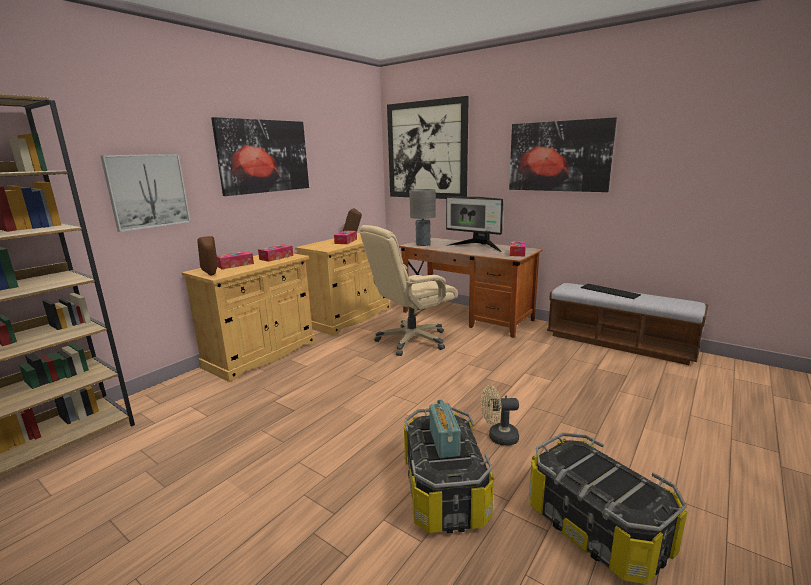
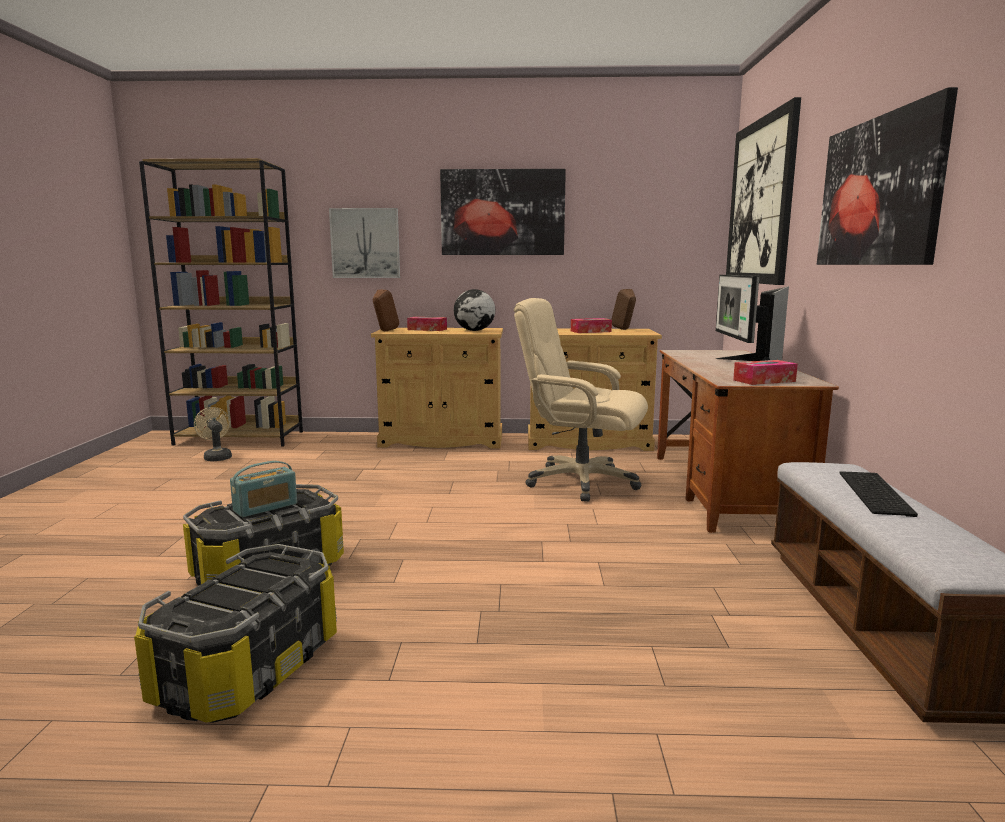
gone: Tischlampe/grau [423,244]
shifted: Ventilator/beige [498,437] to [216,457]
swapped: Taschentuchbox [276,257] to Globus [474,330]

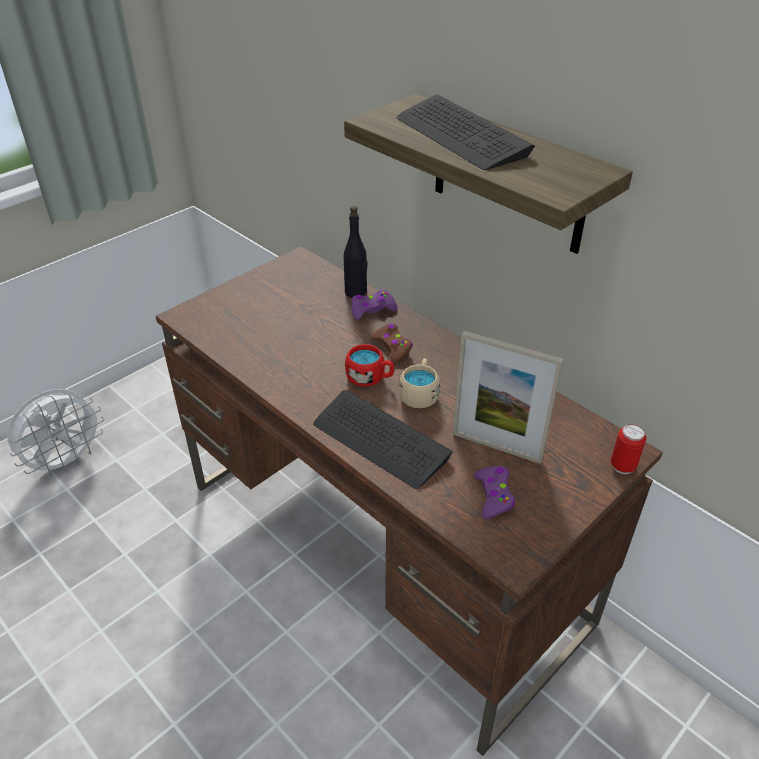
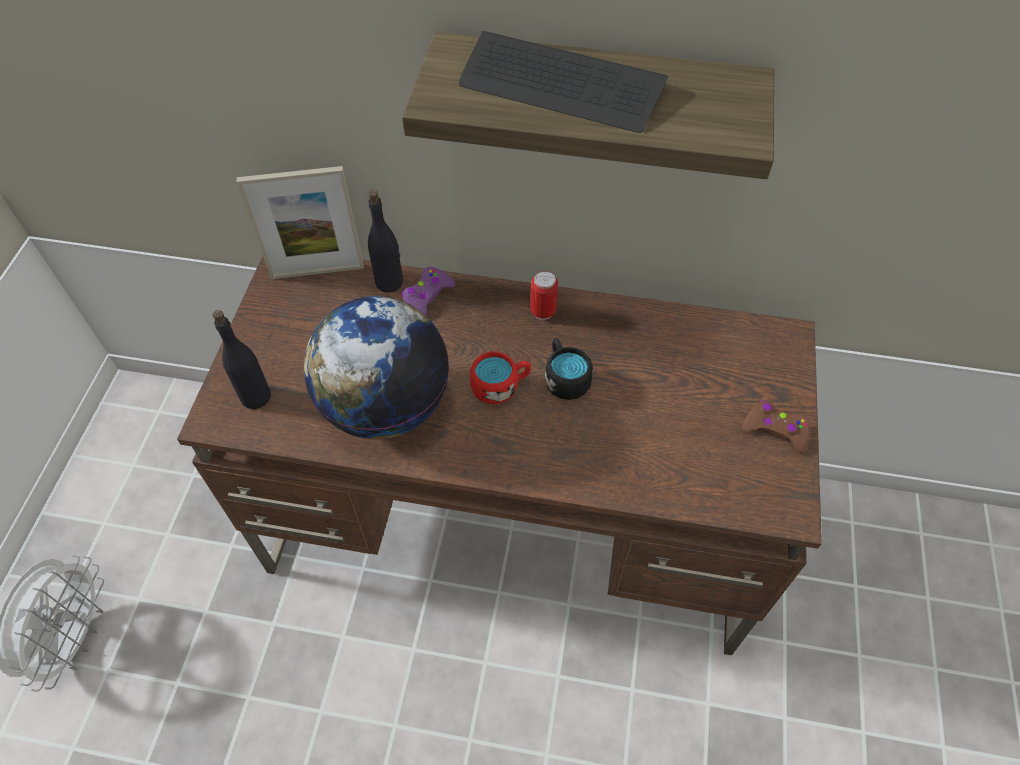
gone: Tastatur [380,440]; Gamepad/lila [493,496]
new: Globus [385,405]; Flasche/schwarz [256,396]
shifted: Gamepad/braun [392,347] to [775,430]; Bilderrahmen [496,446] to [317,271]; Dose [622,466] to [543,311]
repainted: Henkelbecher/beige [419,394] to Henkelbecher/schwarz [565,378]

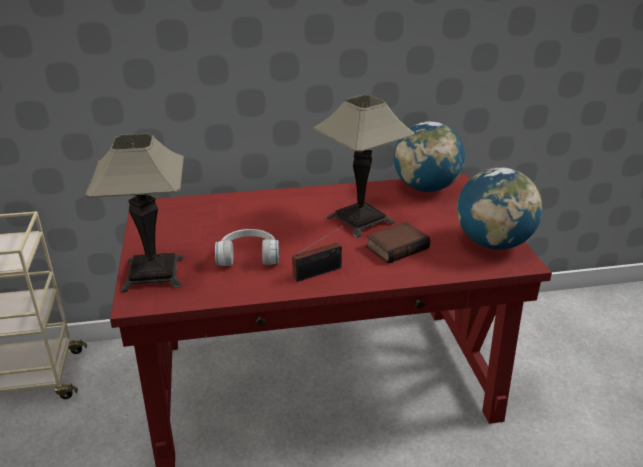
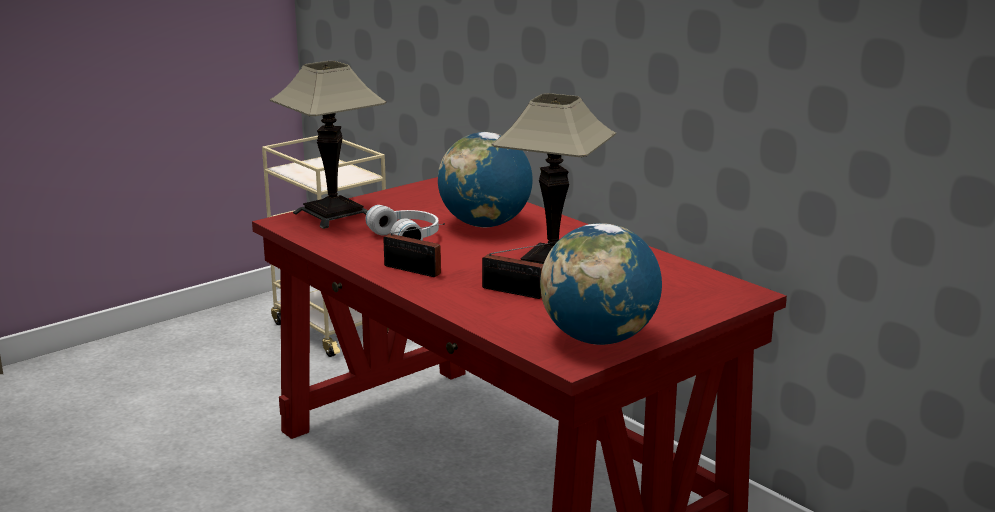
shifted: Globus [426,188] to [485,224]
swapped: Buch [396,246] to Radio [516,292]

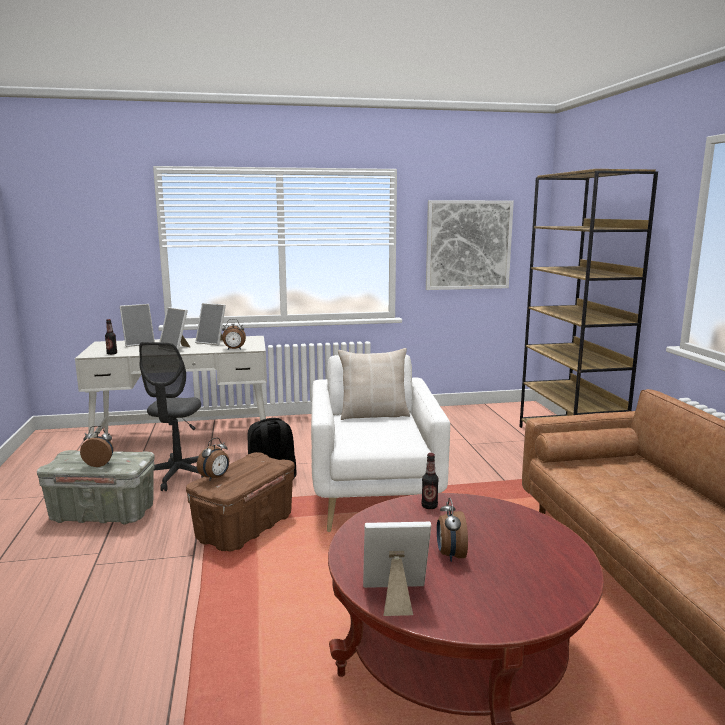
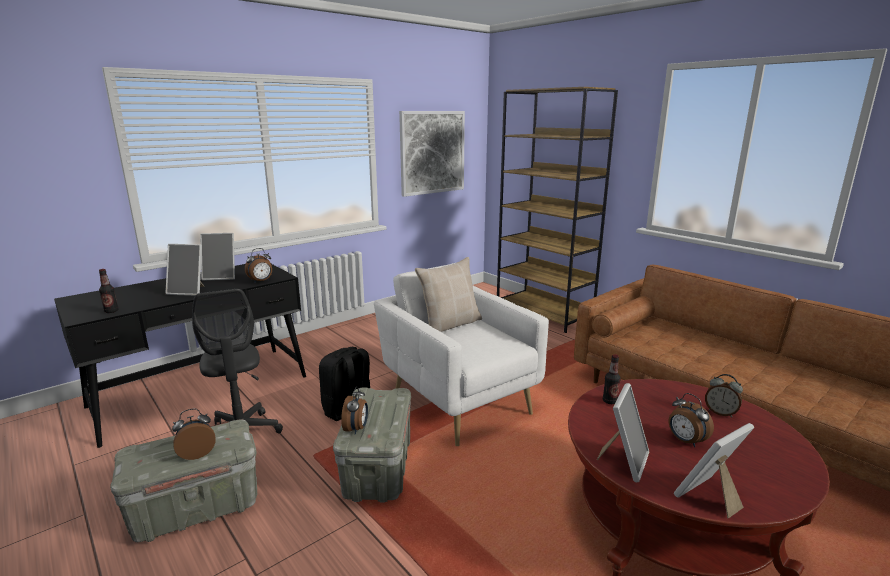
new: Wecker [720,412]
shifted: Bilderrahmen [139,343] to [623,461]
repainted: Schreibtisch/weiß [184,440] to Schreibtisch/schwarz [202,391]; Aufbewahrungsbox/braun [245,528] to Aufbewahrungsbox/grau [377,469]

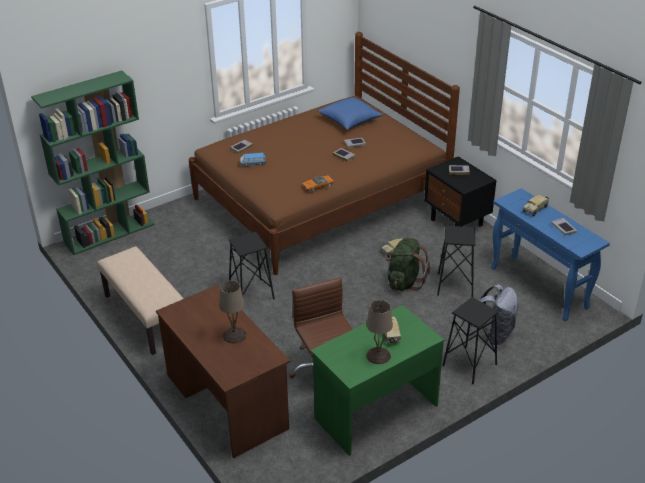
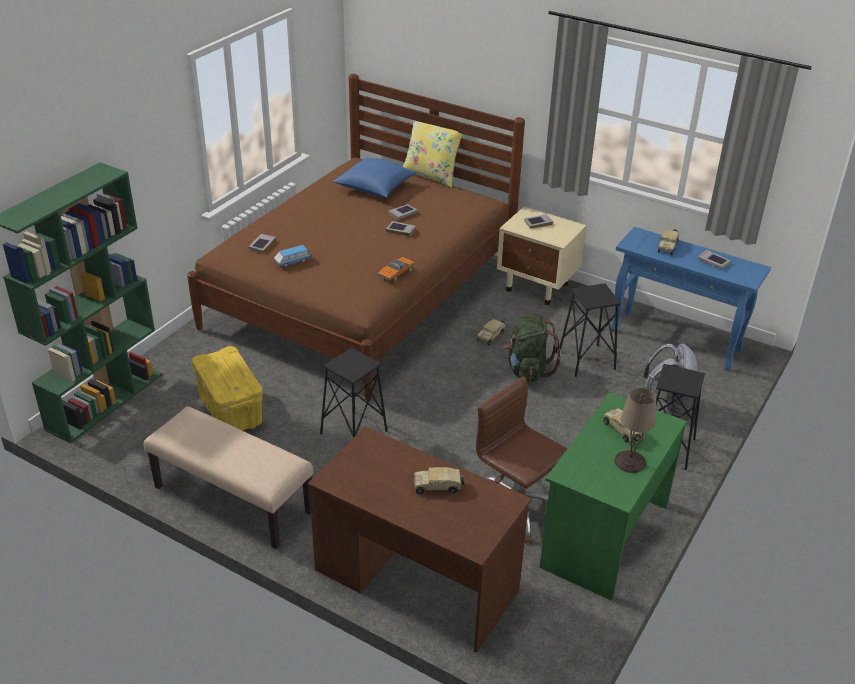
new: Kissen/gelb [432,175]; Aufbewahrungsbox/gelb [230,410]
swapped: Tischlampe/beige [234,335] to Spielzeuglaster [438,486]
repainted: Nachttisch/schwarz [457,222] to Nachttisch/beige [538,287]

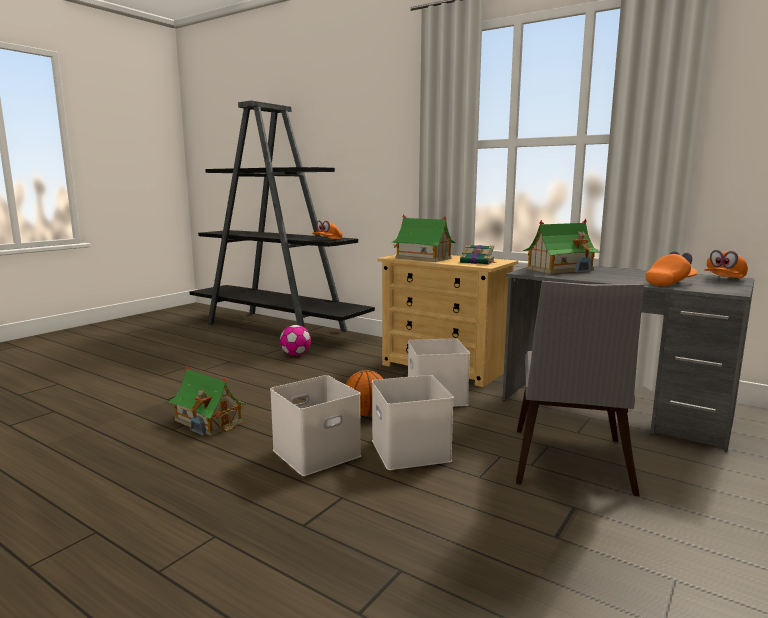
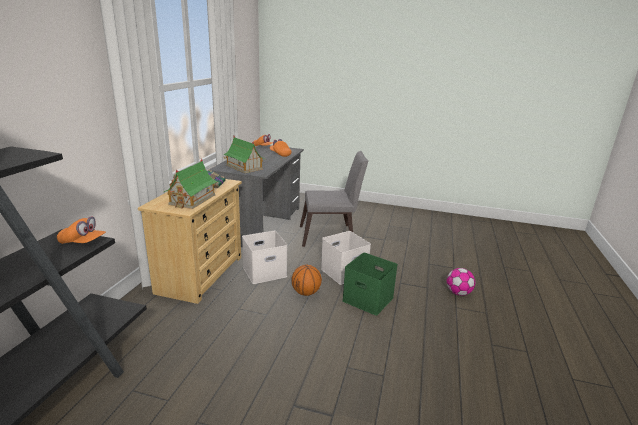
gone: Spielzeughaus [208,421]
shifted: Fußball [296,355] to [458,293]
repainted: Aufbewahrungsbox/weiß [317,452] to Aufbewahrungsbox/grün [366,299]

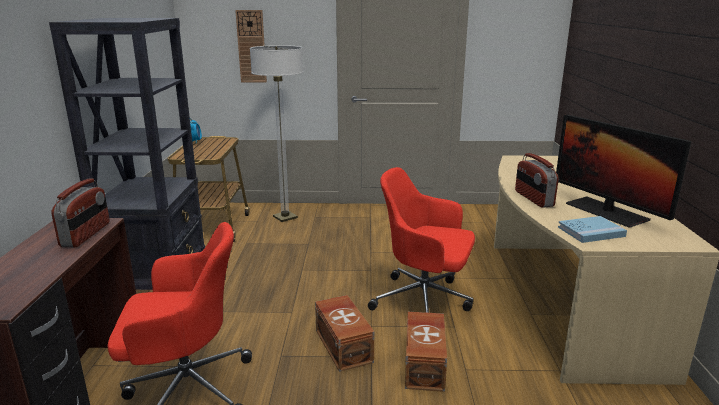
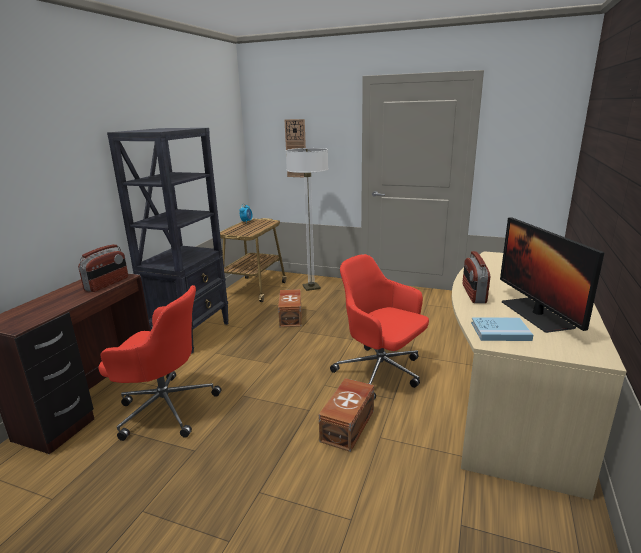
shifted: Aufbewahrungsbox/braun [344,345] to [291,316]

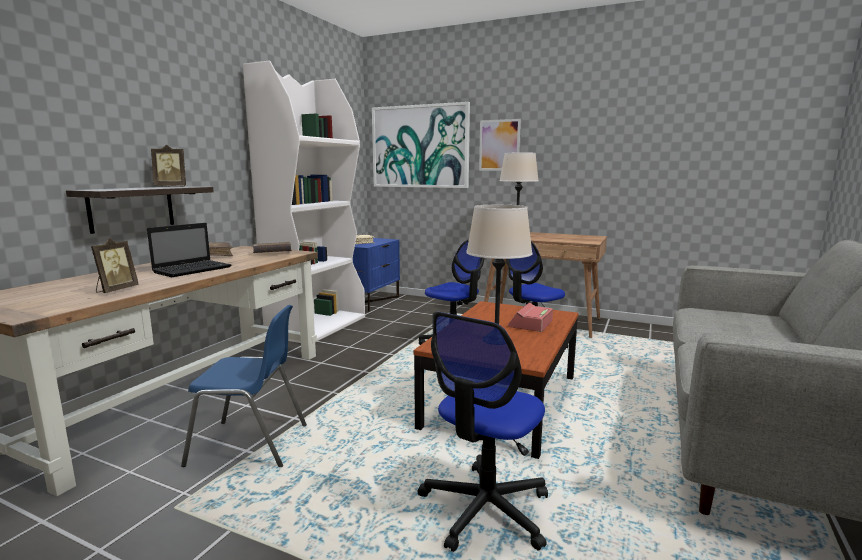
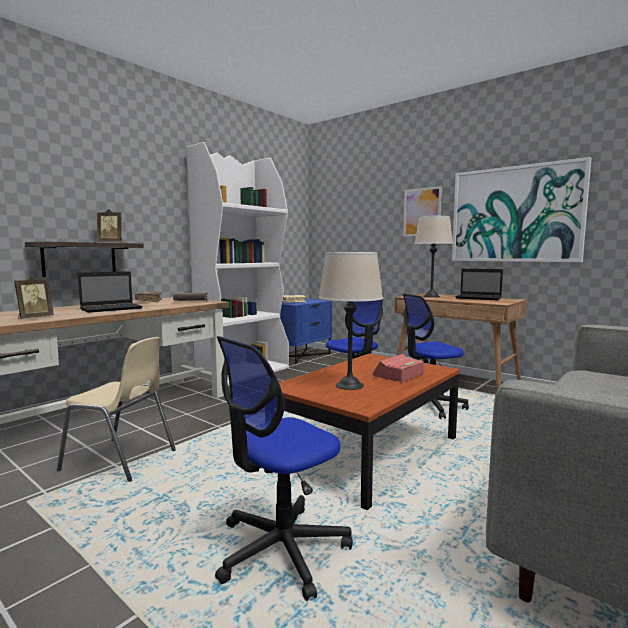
new: Laptop [479,298]
shifted: Bild [420,146] to [515,214]
repainted: Stuhl/blau [250,444] to Stuhl/beige [121,460]

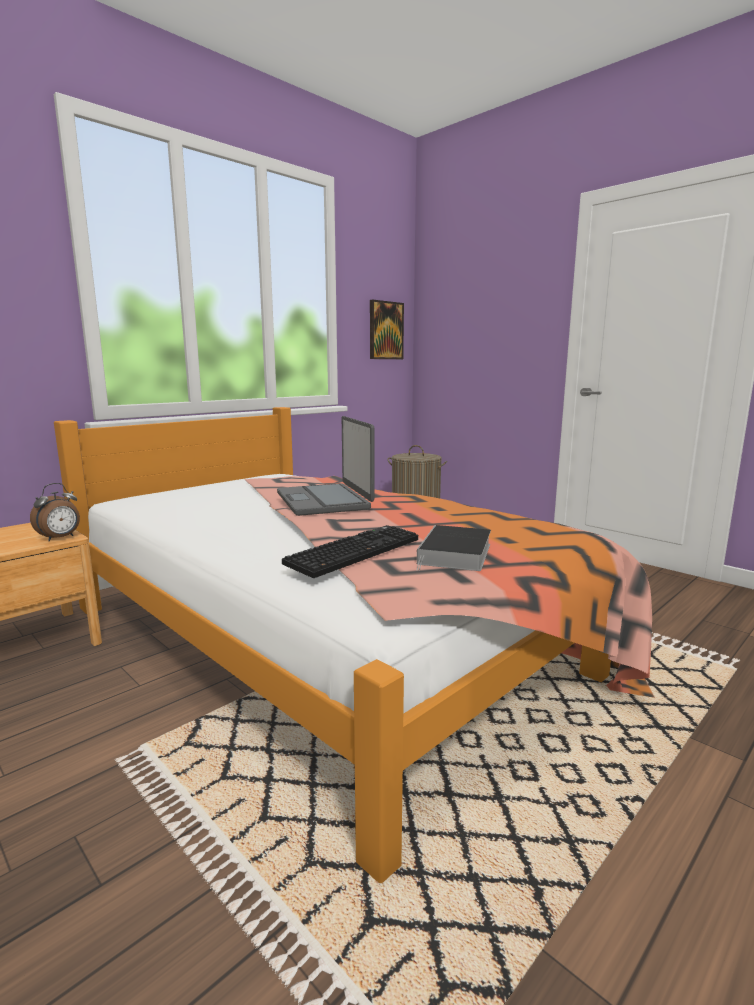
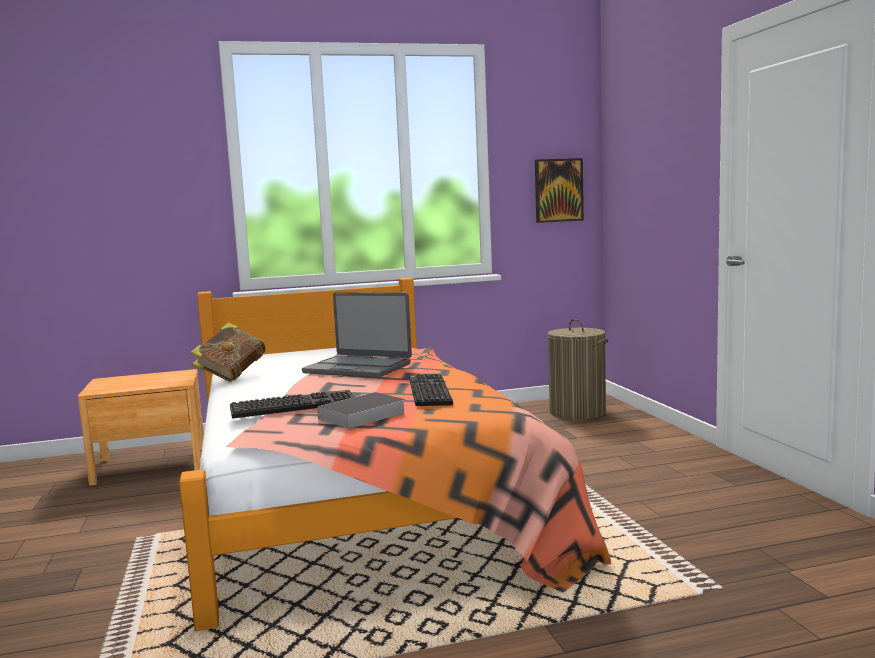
gone: Wecker [60,538]
new: Buch [231,376]; Tastatur [427,391]
rotated: Laptop [324,501] = [358,368] 75 degrees counterclockwise

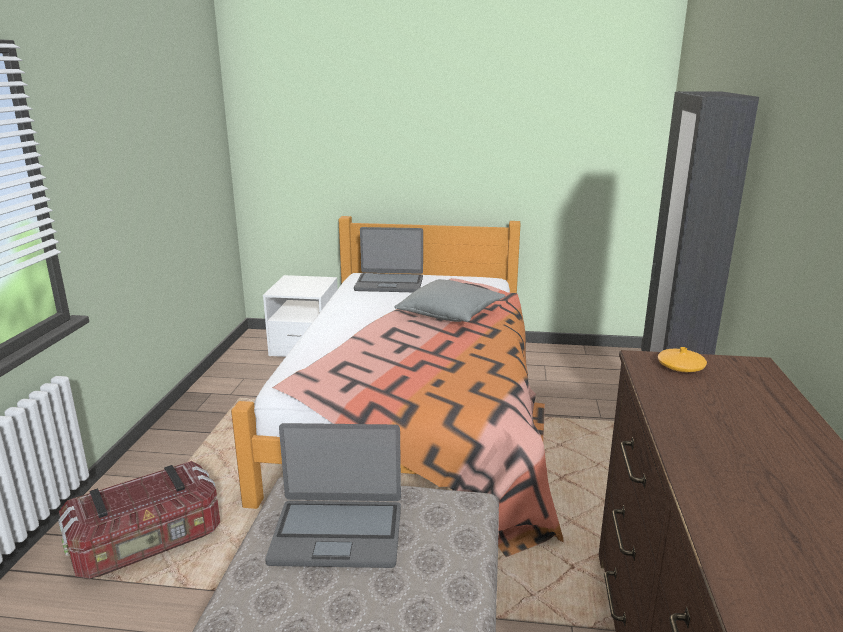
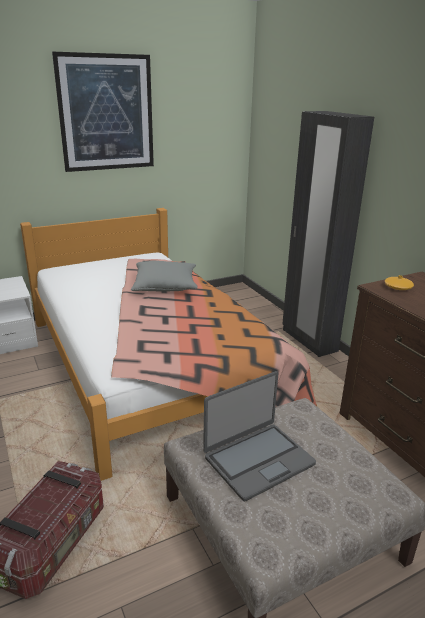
gone: Laptop [389,284]
new: Bild [106,113]

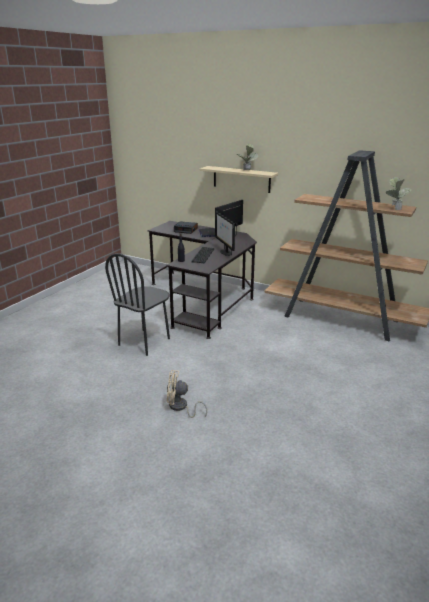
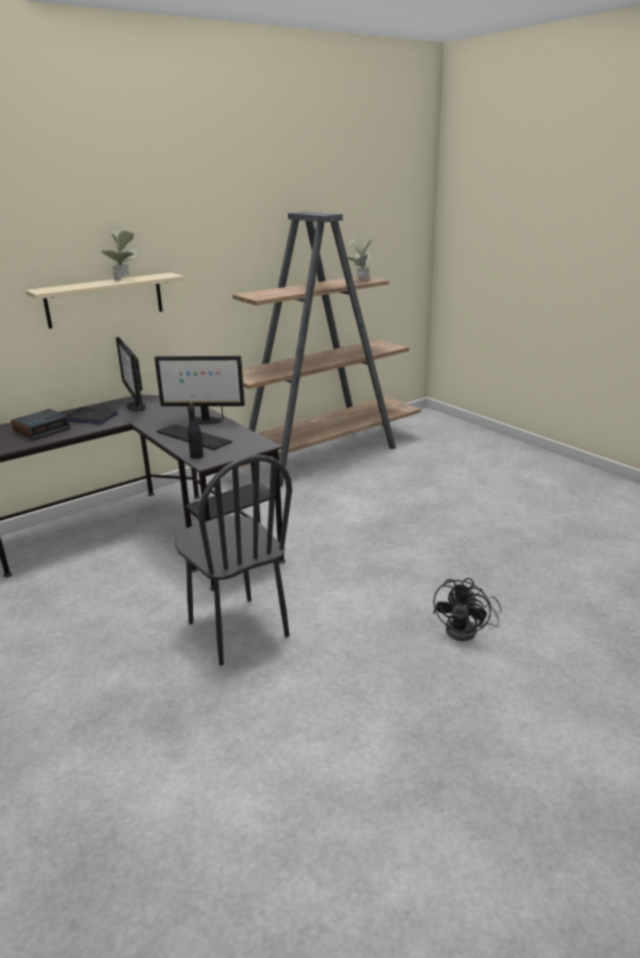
repainted: Ventilator/beige [180,407] to Ventilator/schwarz [468,630]

